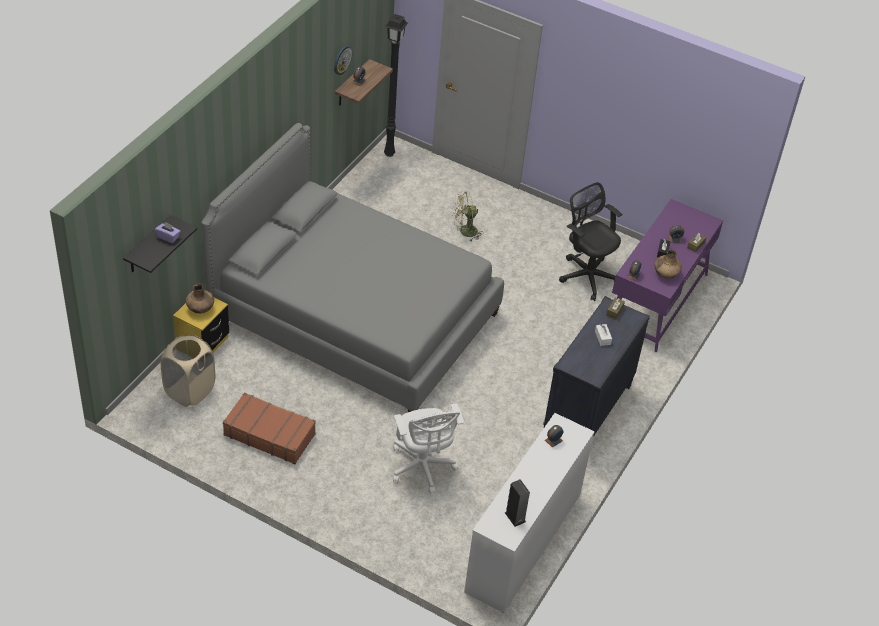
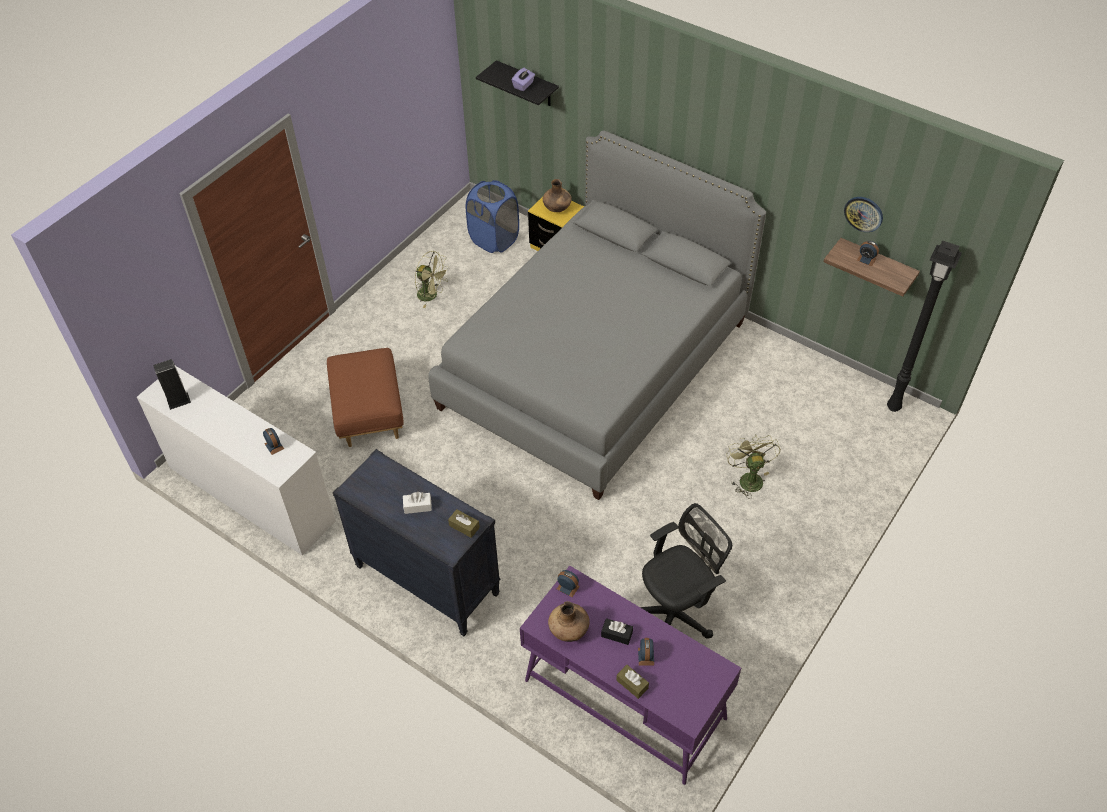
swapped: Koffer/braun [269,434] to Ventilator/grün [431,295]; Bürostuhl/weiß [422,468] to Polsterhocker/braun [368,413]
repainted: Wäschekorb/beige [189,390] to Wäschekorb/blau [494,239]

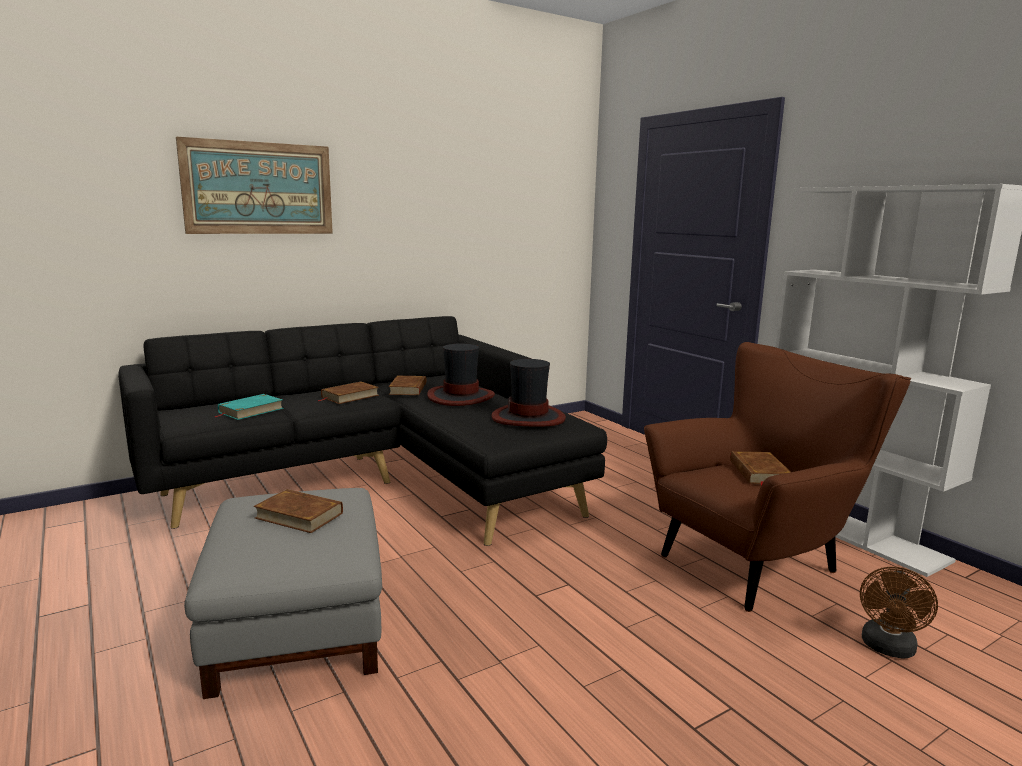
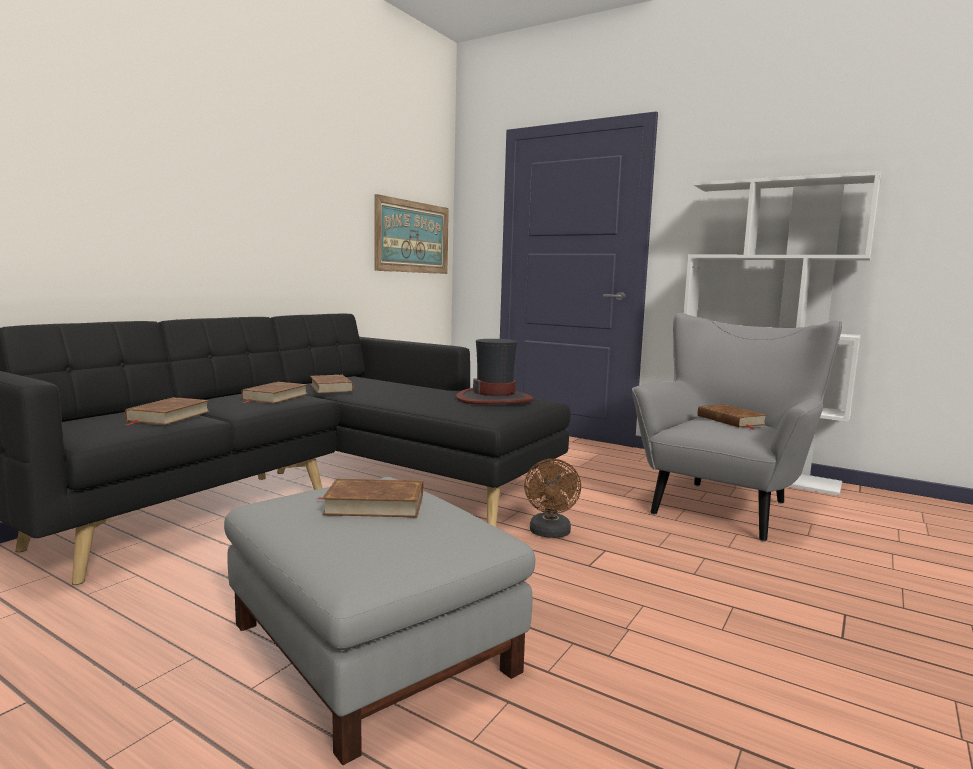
gone: Hut [460,397]
shifted: Bild [259,188] to [412,237]; Ventilator/braun [888,649] to [550,533]
repainted: Sessel/braun [759,562] to Sessel/grau [726,505]; Buch/türkis [250,410] to Buch/braun [168,416]

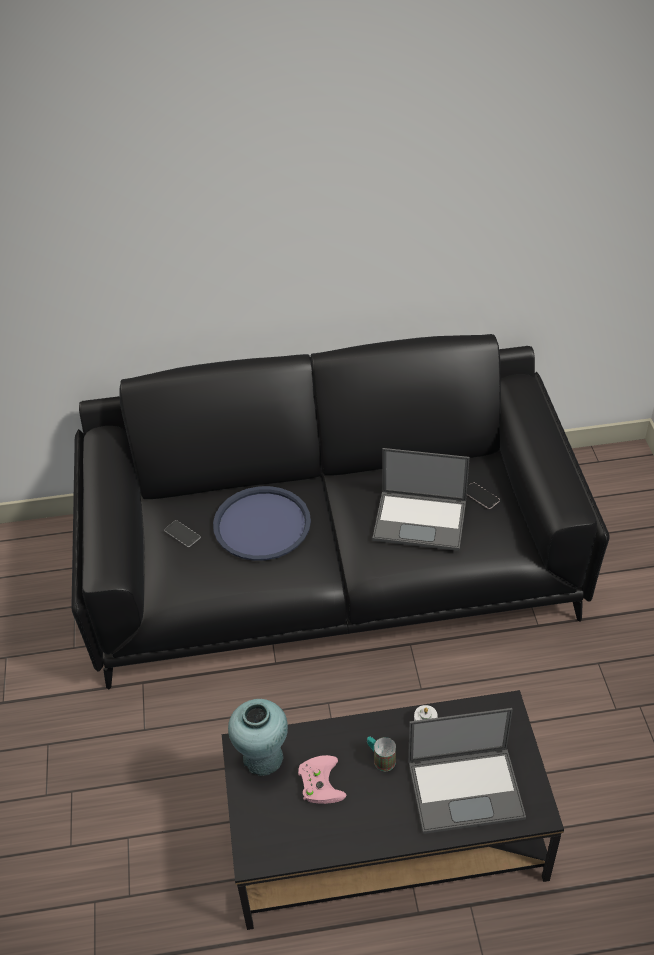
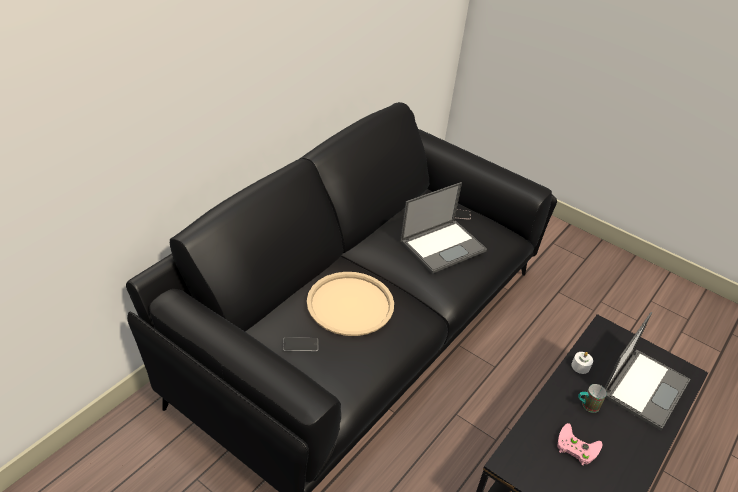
gone: Vase/türkis [263,758]
repainted: Tablett/blau [262,524] to Tablett/beige [350,304]

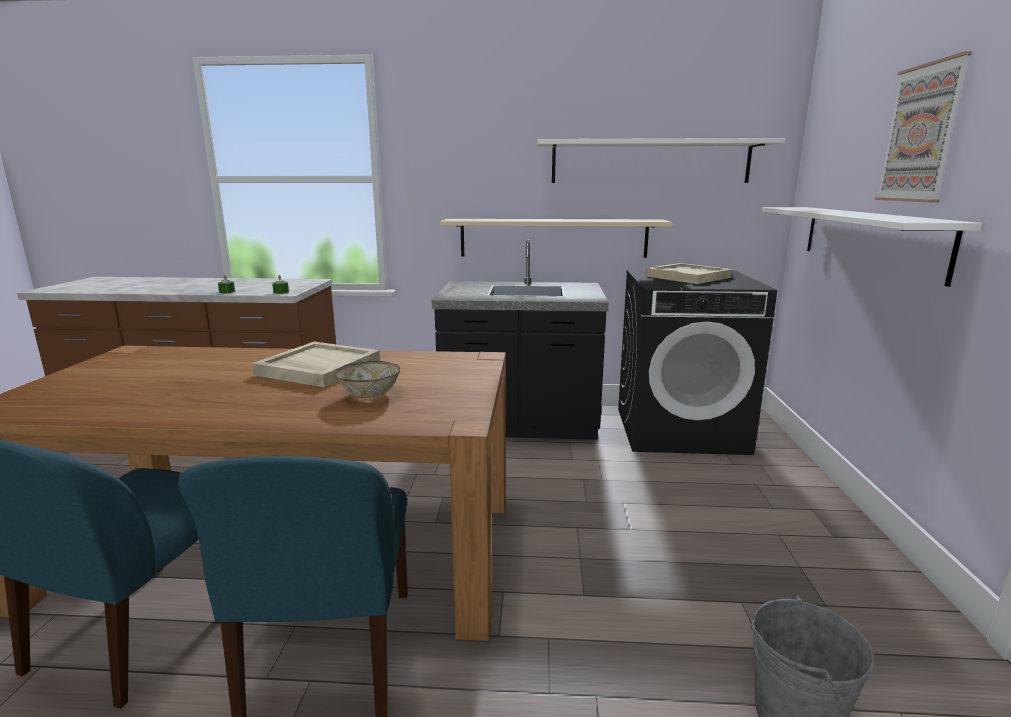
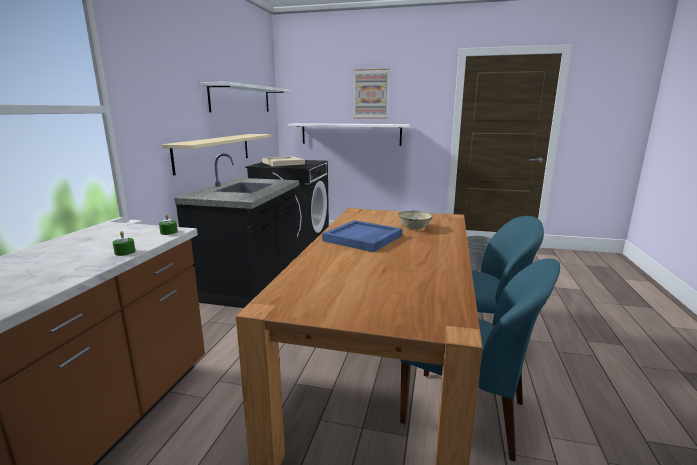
repainted: Tablett/beige [318,368] to Tablett/blau [363,238]

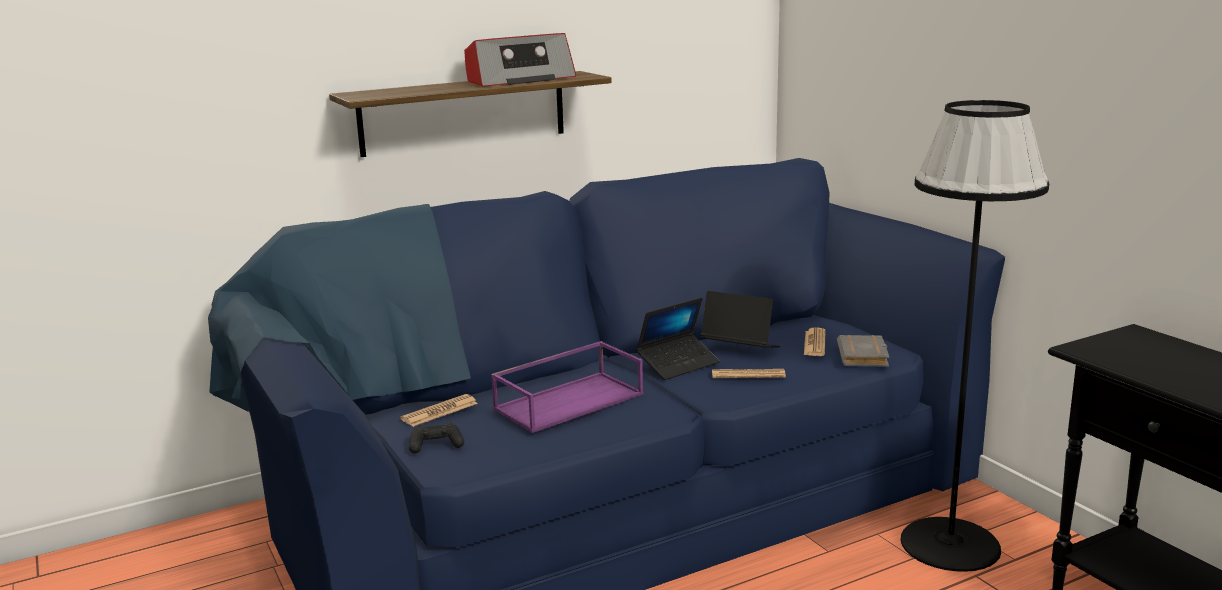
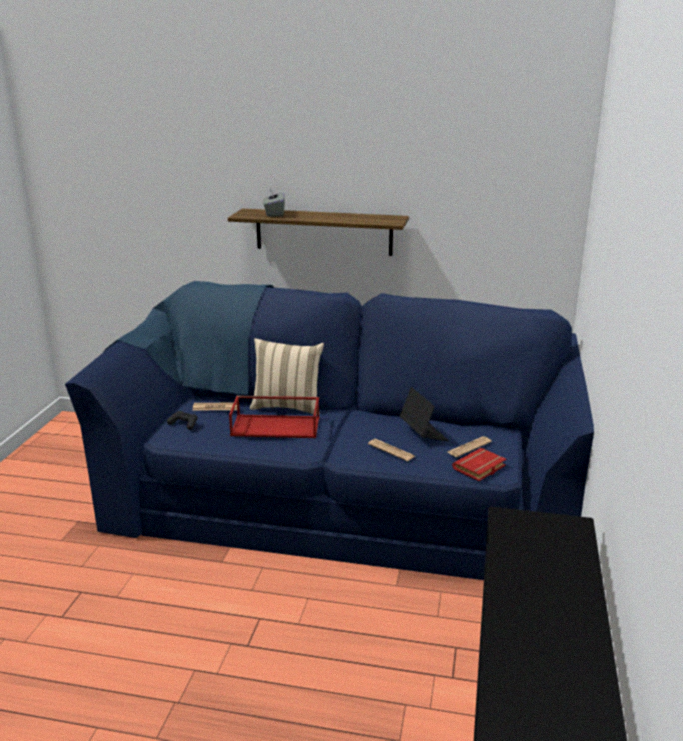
gone: Radio [519,80]; Stehlampe/schwarz [950,544]; Laptop [678,364]
new: Taschentuchbox/grau [274,213]; Kissen/beige [287,406]
repainted: Buch/grau [864,356] to Buch/rot [479,468]; Tablett/lila [569,401] to Tablett/rot [276,426]

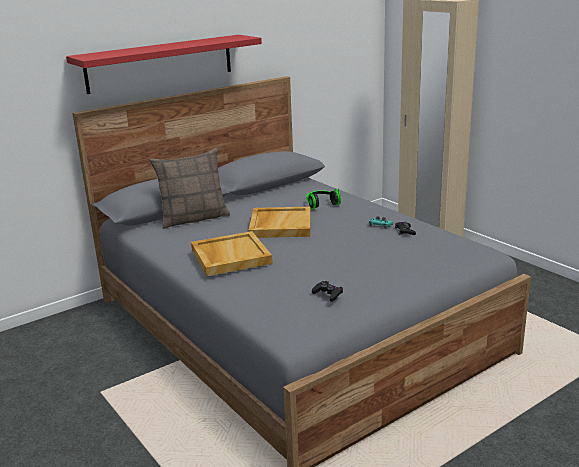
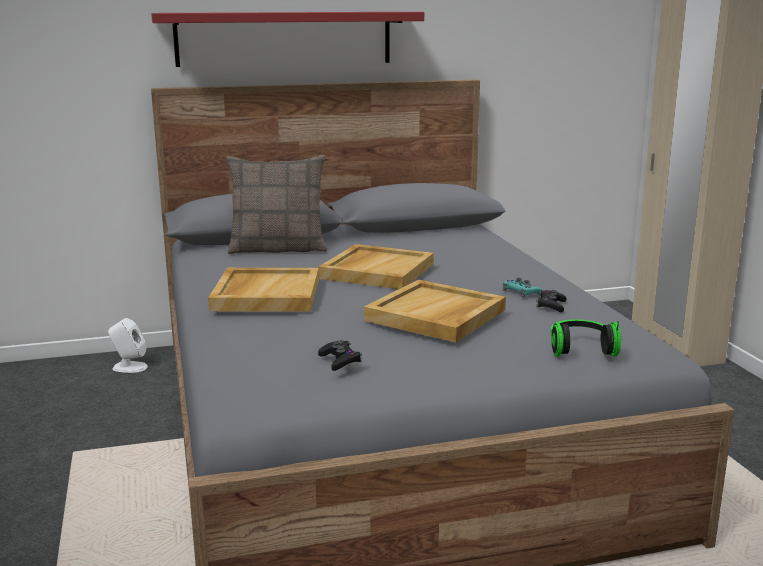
new: Tablett/beige [436,315]; Lautsprecher/weiß [129,367]
shifted: Kopfhörer [321,204] to [580,349]

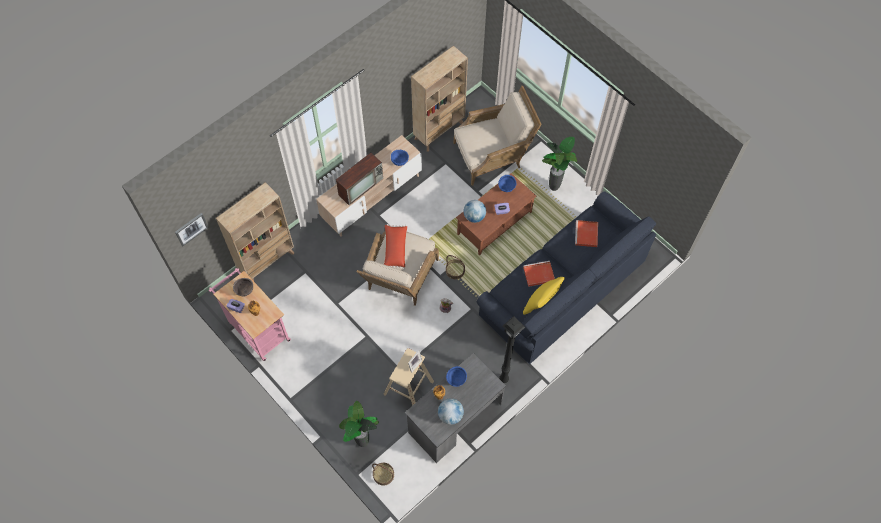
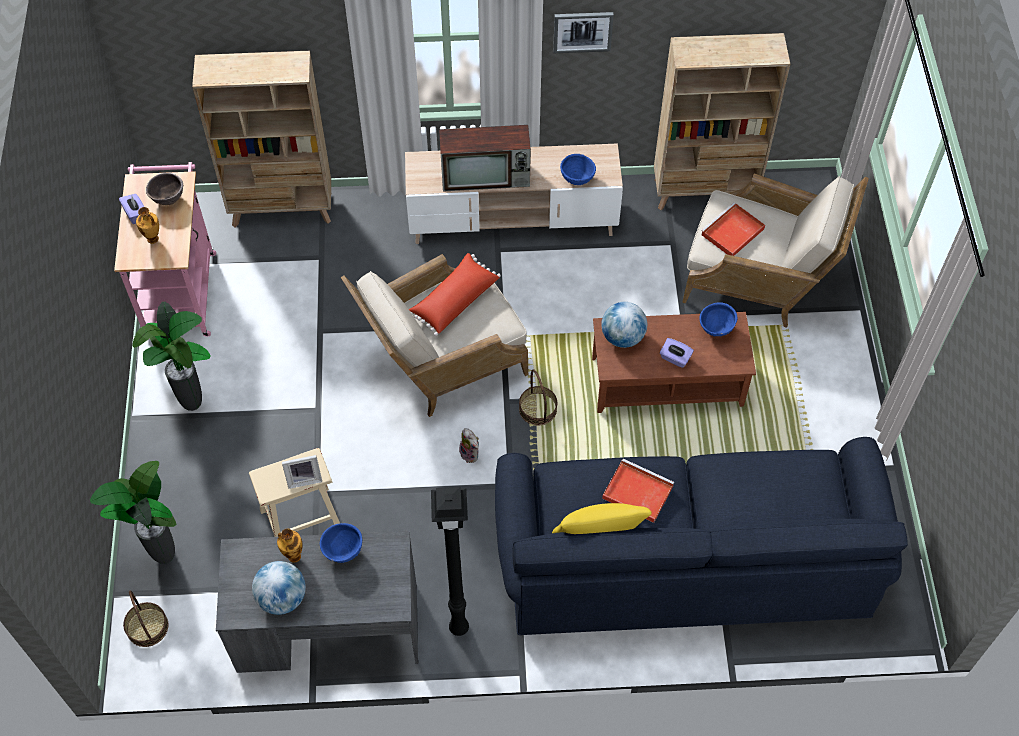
shifted: Topfpflanze [554,187] to [194,405]; Bild [191,229] to [582,31]; Tablett/rot [586,235] to [732,233]

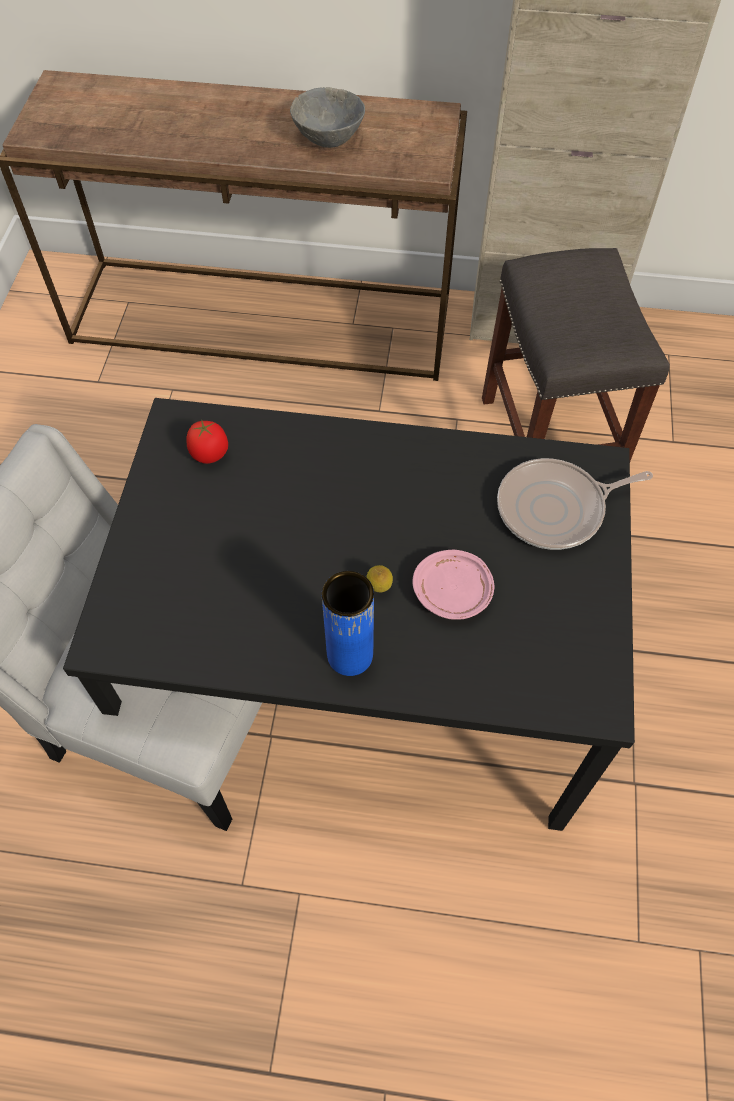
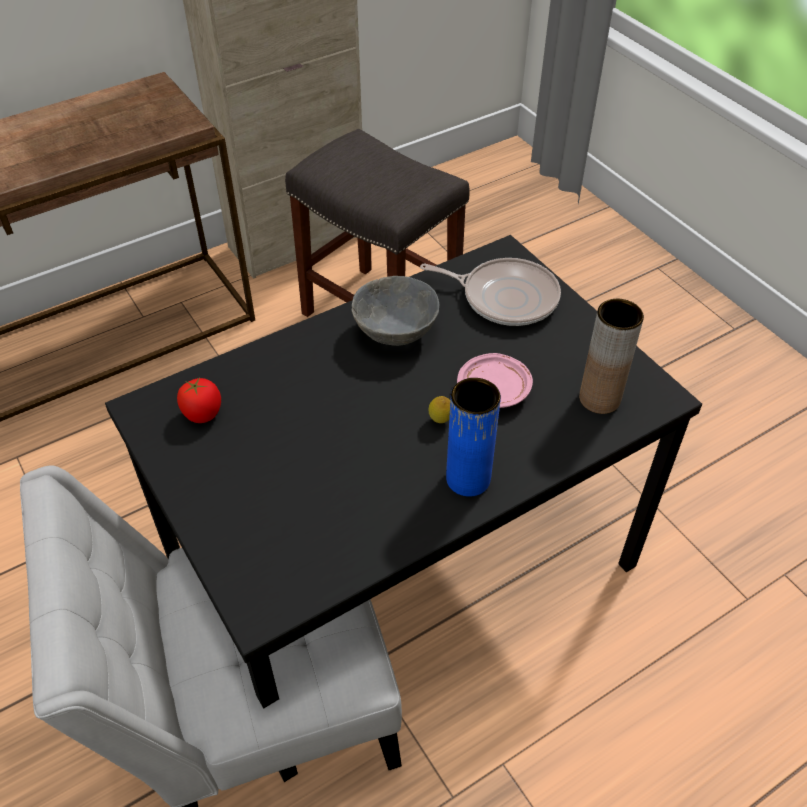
new: Vase/braun [599,399]
shifted: Schüssel/grau [329,138] to [395,332]
rotated: Pfanne [555,509] = [505,297] 105 degrees counterclockwise

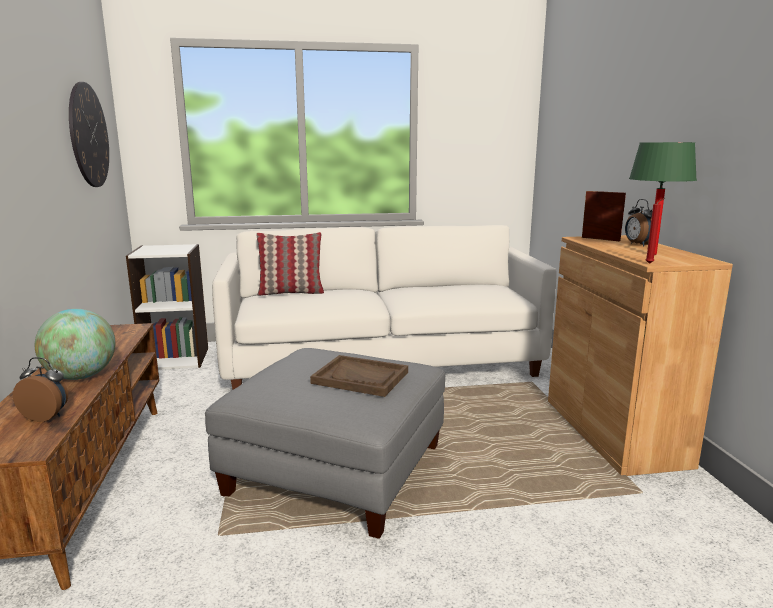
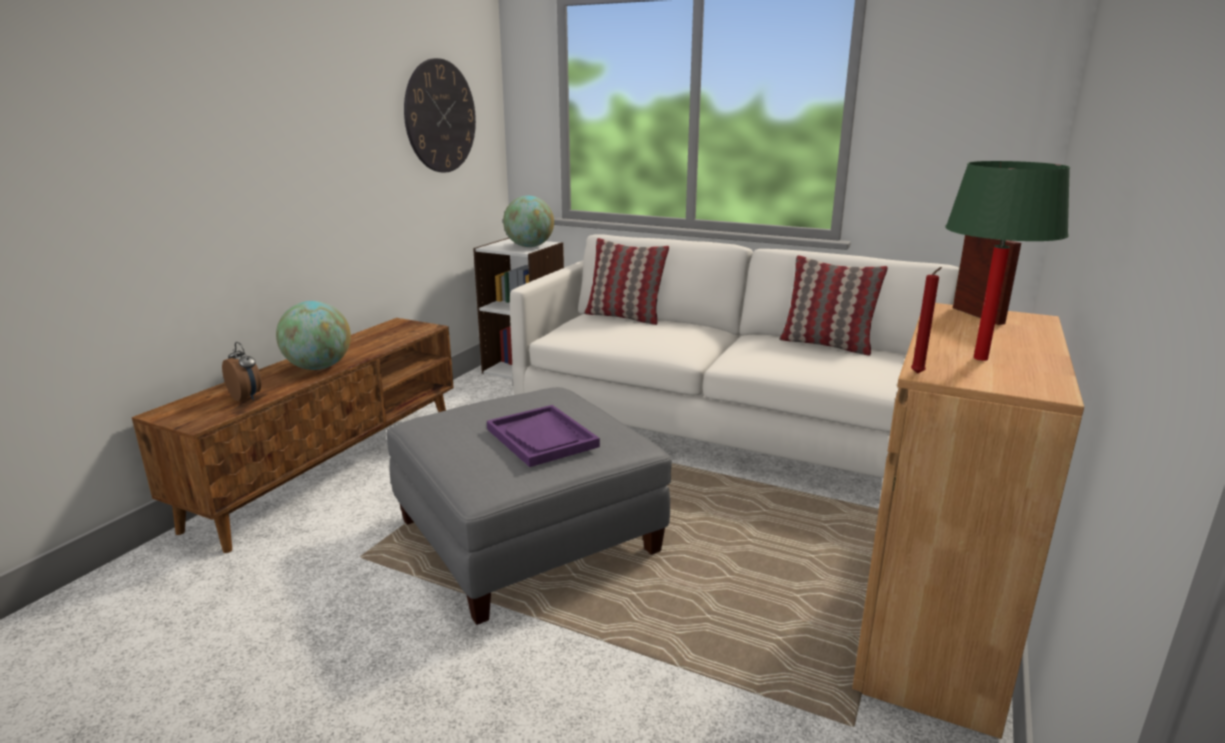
gone: Wecker [638,245]
new: Globus [529,246]; Kissen [826,344]
repainted: Tablett/braun [360,378] to Tablett/lila [542,438]

